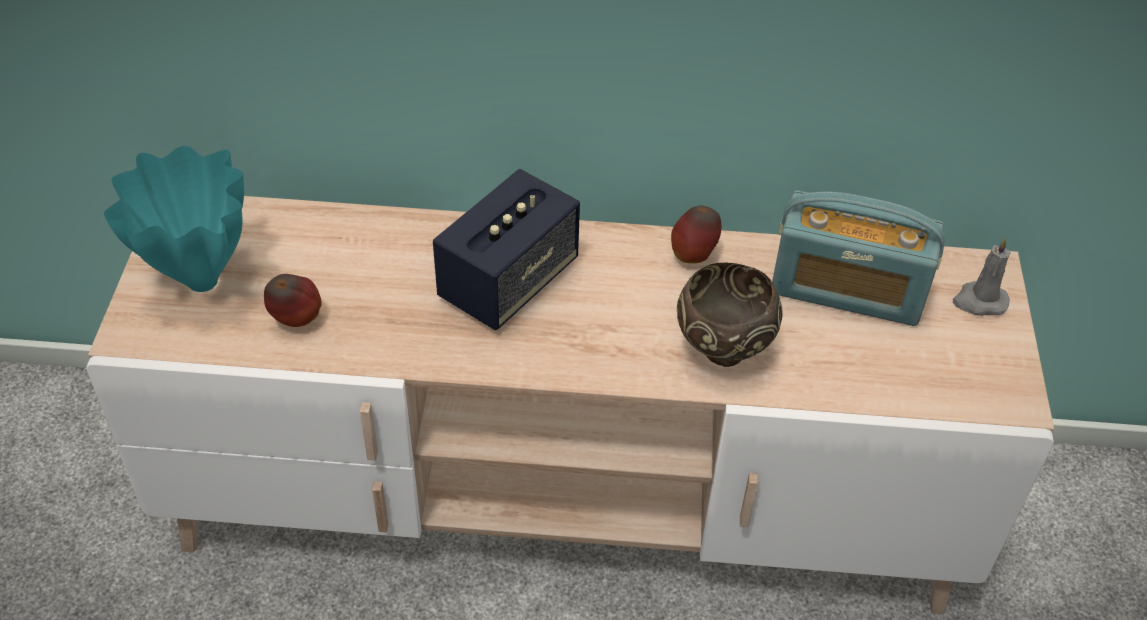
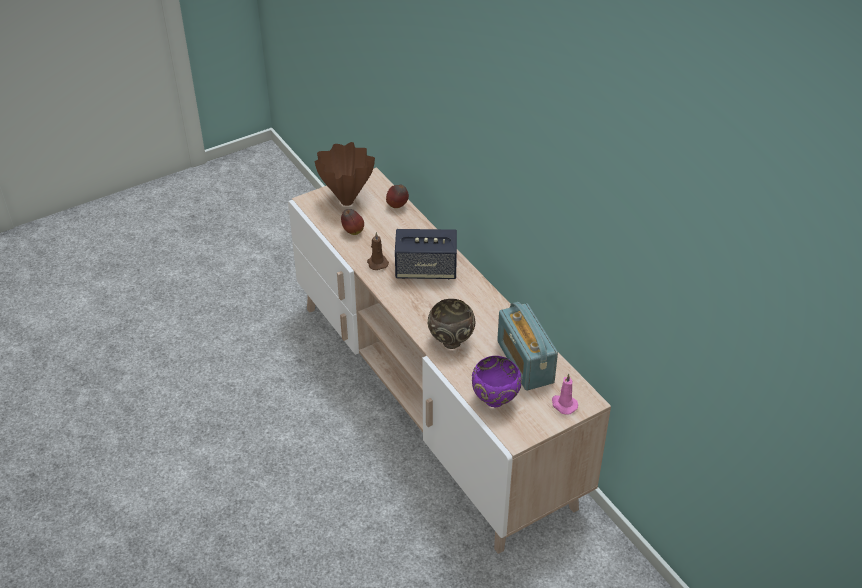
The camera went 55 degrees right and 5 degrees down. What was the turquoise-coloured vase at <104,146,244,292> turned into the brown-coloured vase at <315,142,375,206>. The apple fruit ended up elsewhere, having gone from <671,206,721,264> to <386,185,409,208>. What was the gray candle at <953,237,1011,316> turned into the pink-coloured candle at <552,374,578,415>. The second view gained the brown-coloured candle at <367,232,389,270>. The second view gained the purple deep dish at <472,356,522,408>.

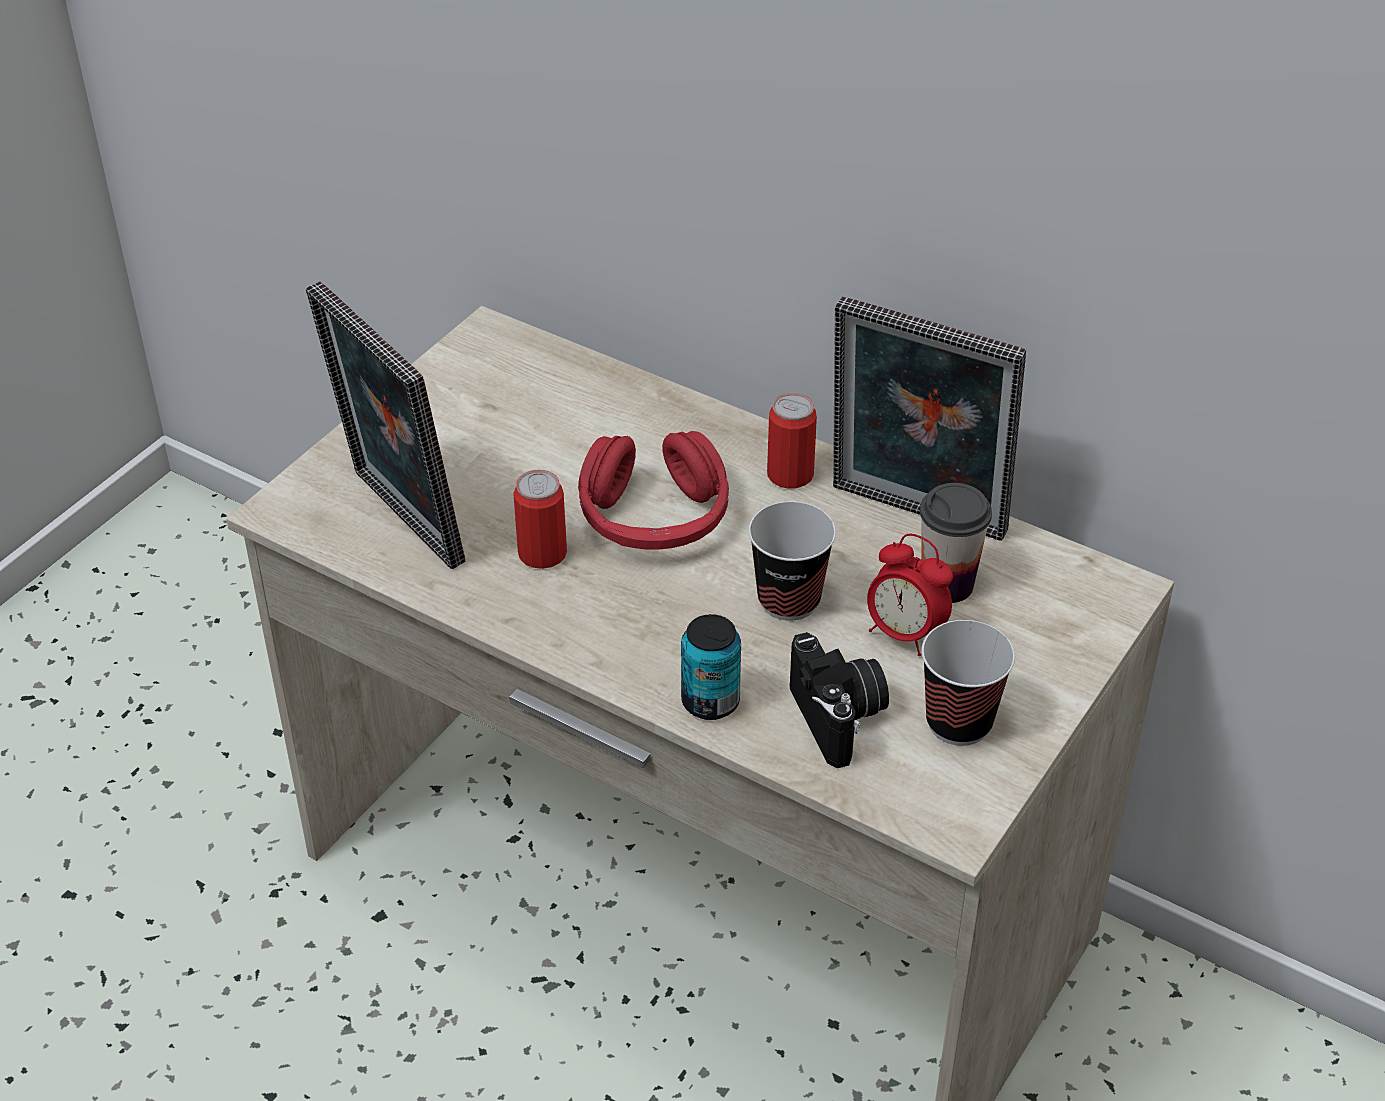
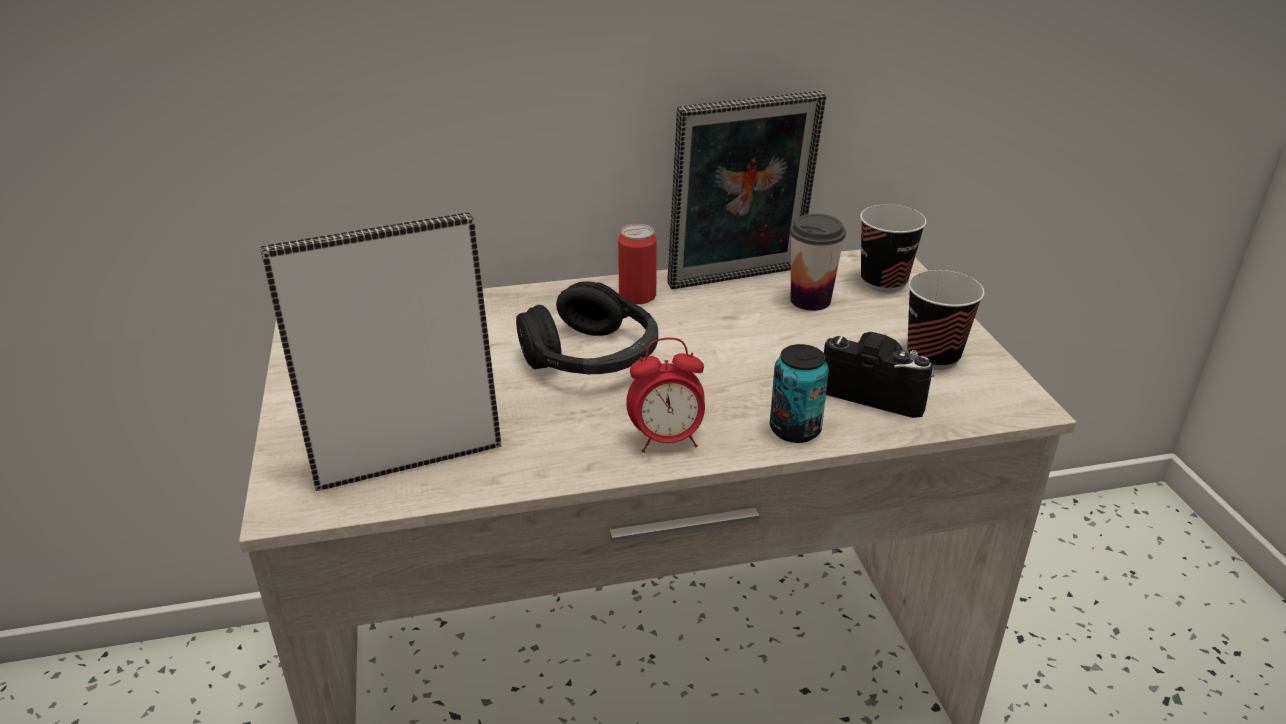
The camera went 45 degrees left and 10 degrees down. The standing frame at <306,281,465,569> ended up facing another way, 150 degrees clockwise from before. What was the red-coloured headphones at <578,431,729,550> turned into the black headphones at <516,281,658,374>. The second view lost the can at <513,470,567,569>. The small cup ended up elsewhere, having gone from <748,501,836,621> to <860,204,927,292>. The alarm clock ended up elsewhere, having gone from <867,533,953,656> to <626,337,705,453>.

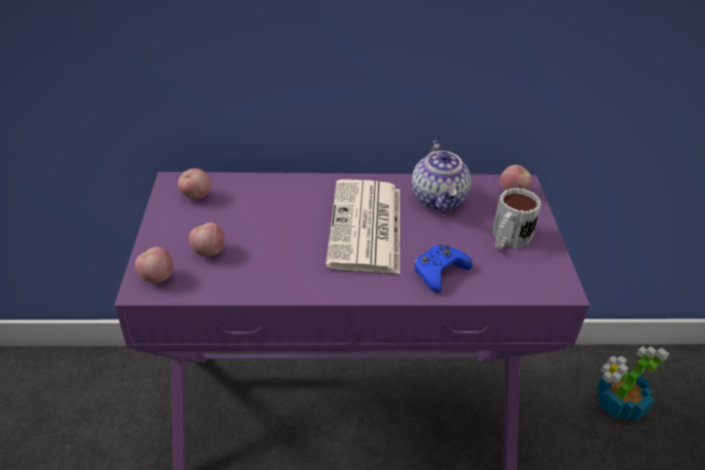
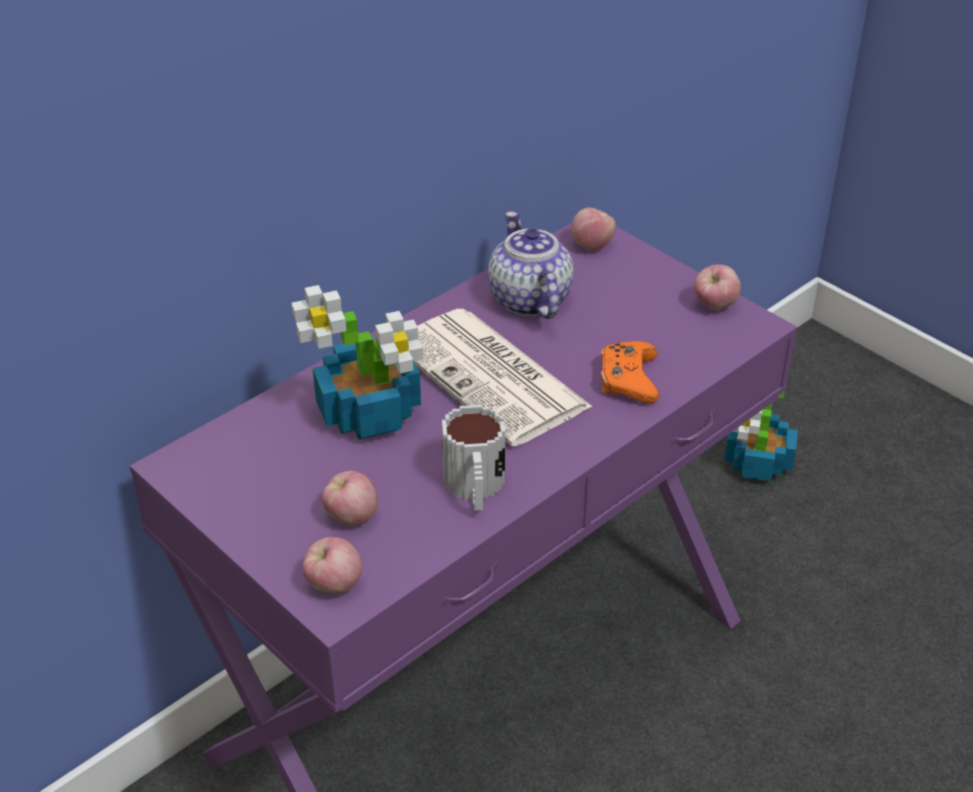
The camera went 40 degrees left and 0 degrees up. The tea pot at <412,141,471,213> ended up facing another way, 150 degrees counterclockwise from before. The apple fruit ended up elsewhere, having gone from <177,168,211,199> to <694,264,741,310>. The mug ended up elsewhere, having gone from <492,188,541,250> to <442,405,505,510>. What was the blue-coloured joypad at <414,244,473,293> turned into the orangey joypad at <601,341,659,403>. The second view gained the houseplant at <291,285,423,439>.

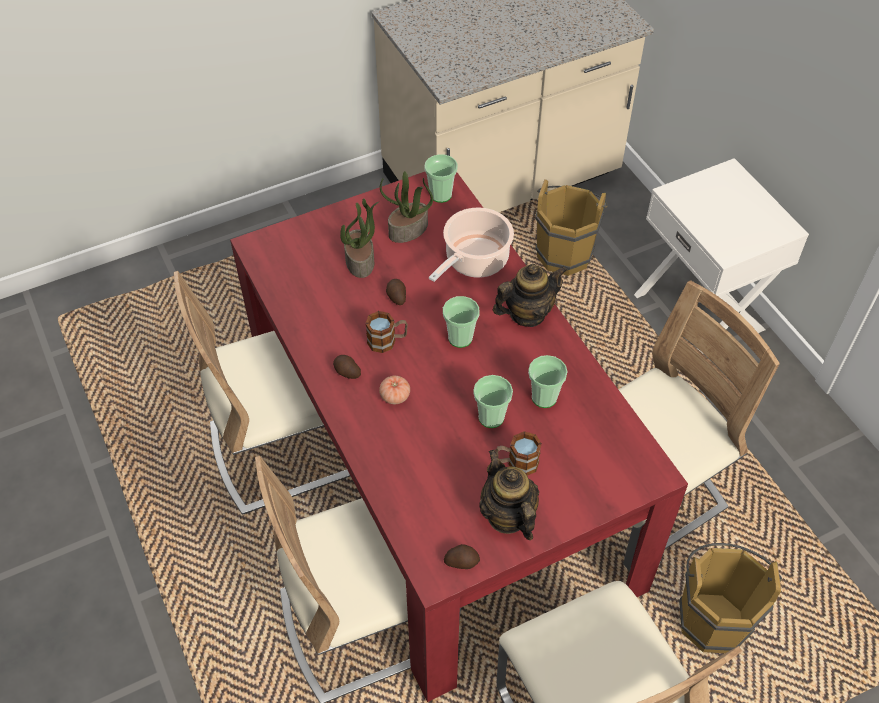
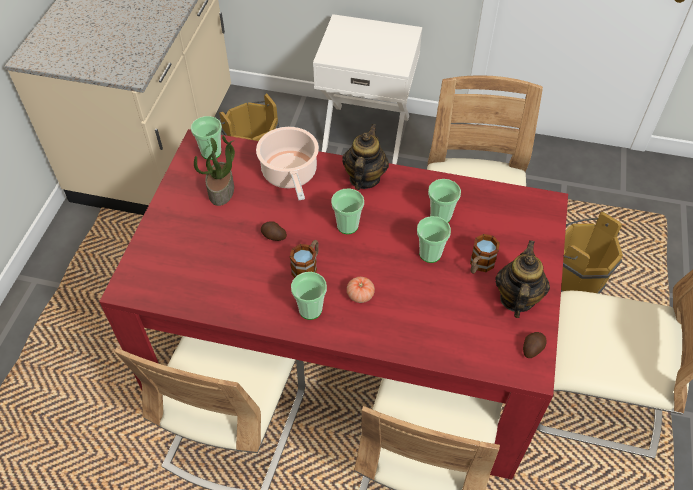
The camera went 50 degrees left and 0 degrees up. The second view lost the houseplant at <340,199,379,278>. Where the whole potato stood at <333,355,361,379>, the small cup came to stand at <291,272,327,320>. The tea pot at <479,450,539,540> ended up facing another way, 90 degrees clockwise from before.

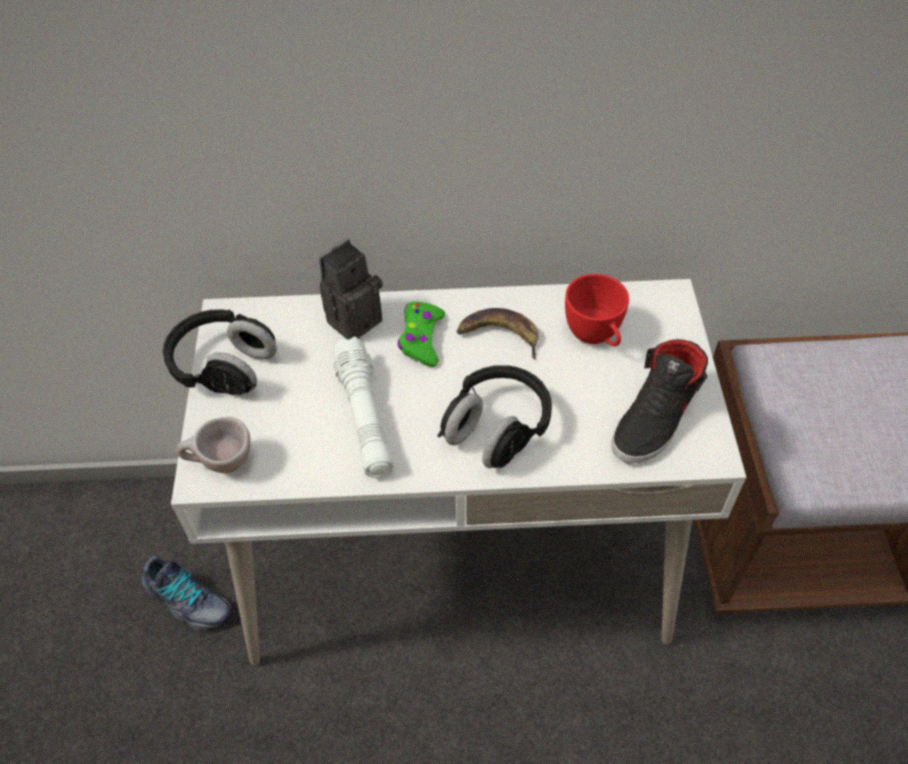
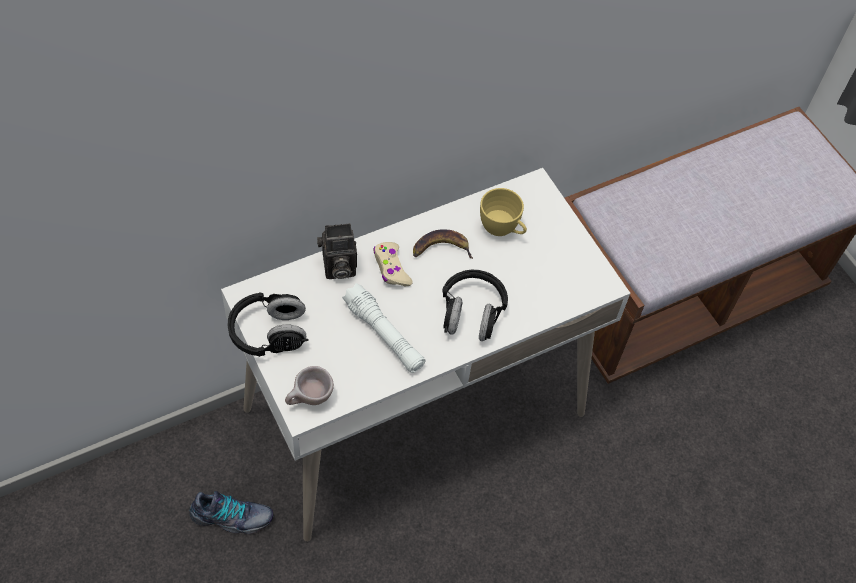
The camera went 30 degrees left and 5 degrees up. The photo camera at <319,239,383,340> ended up facing another way, 120 degrees counterclockwise from before. What was the red-coloured small cup at <565,274,629,346> turned into the yellowish small cup at <480,188,527,236>. What was the greenish joypad at <398,302,445,367> turned into the sand-coloured joypad at <373,242,412,286>. The second view lost the black low shoe at <612,339,708,463>.

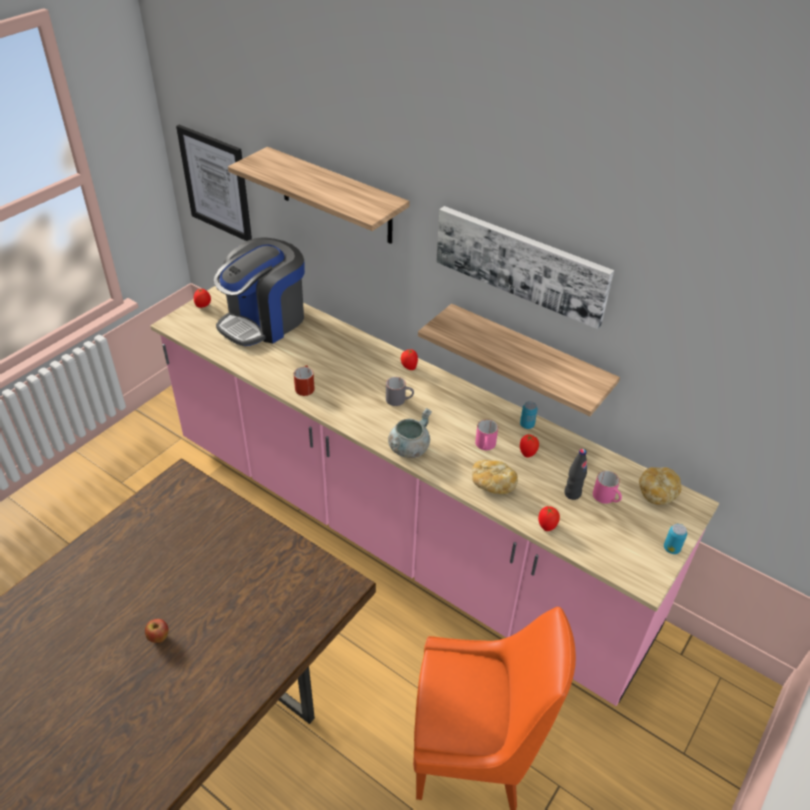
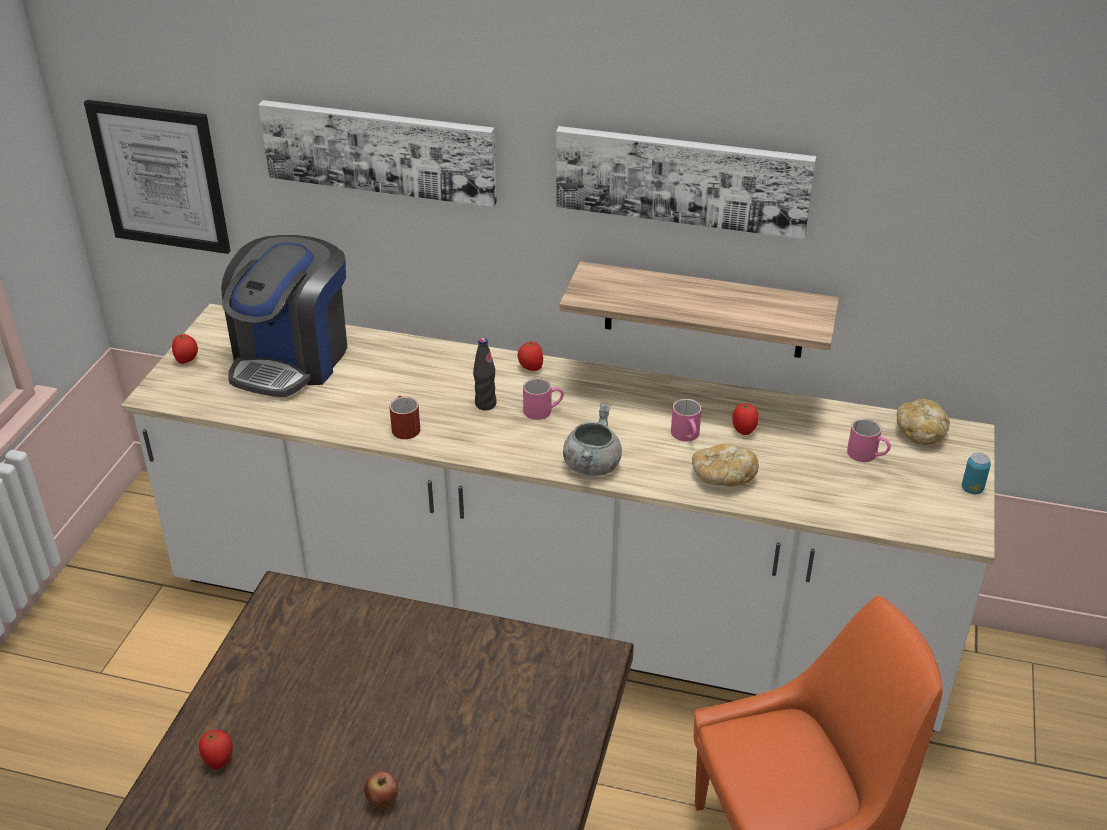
The camera went 20 degrees left and 5 degrees down. Where the shelf hung at <228,147,410,244>, the wall art came to hang at <258,100,497,207>. What was the pink-coloured kitchen counter at <150,286,719,706> turned into the white kitchen counter at <121,304,995,732>. What was the gray mug at <386,377,414,406> turned into the pink-coloured mug at <523,378,564,420>. The second view lost the can at <520,401,538,429>. The black drink bottle ended up elsewhere, having gone from <564,449,587,500> to <473,338,497,410>. The tomato ended up elsewhere, having gone from <538,506,560,531> to <199,730,233,770>.

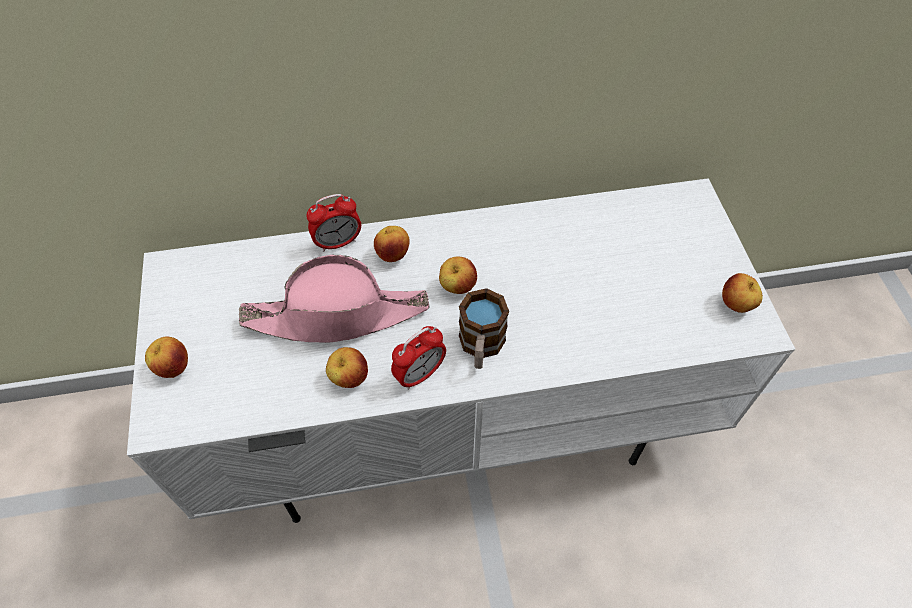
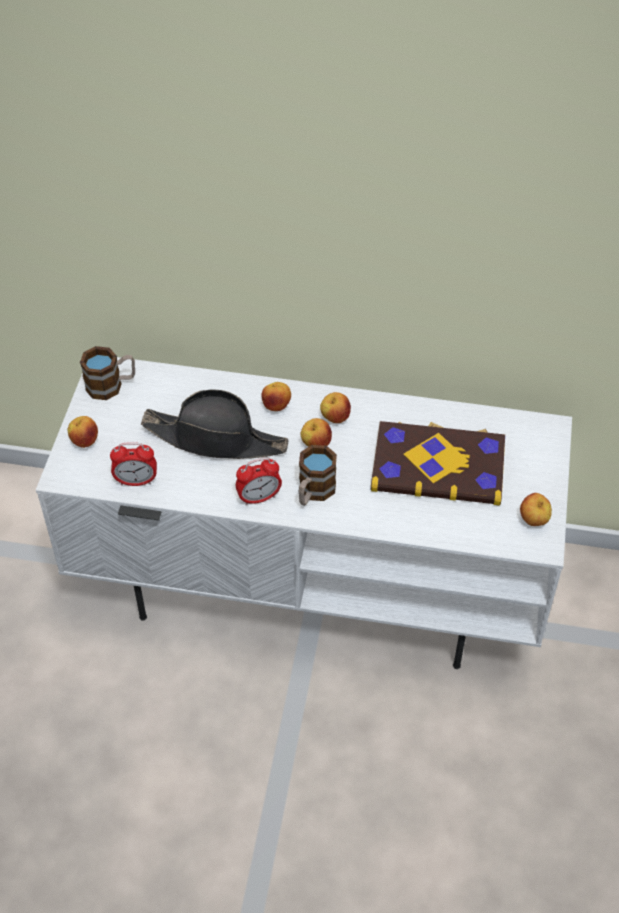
The camera went 20 degrees right and 5 degrees down. The alarm clock ended up elsewhere, having gone from <306,194,361,252> to <110,442,157,486>. What was the pink-coloured hat at <239,255,430,343> turned into the black hat at <141,389,289,459>. The apple fruit ended up elsewhere, having gone from <326,347,368,388> to <320,392,351,423>. The second view gained the mug at <80,346,135,400>. The second view gained the bound book at <371,421,505,506>.

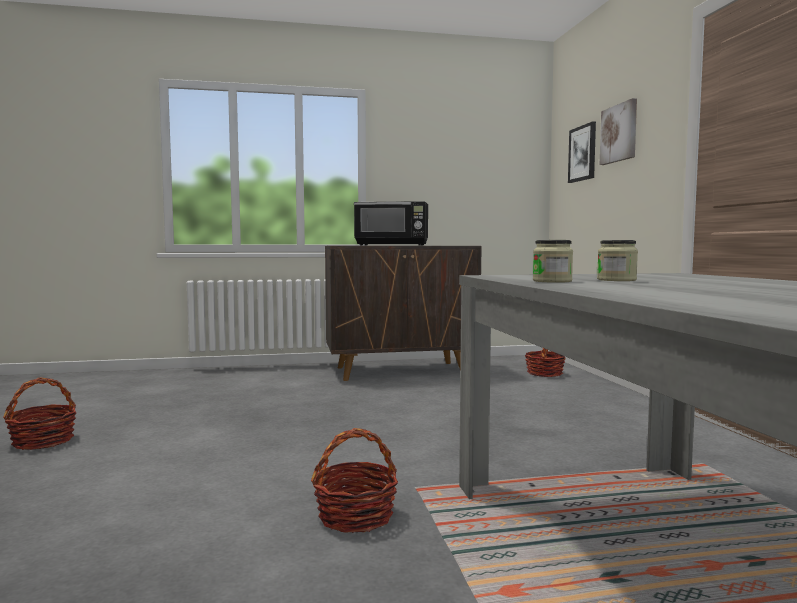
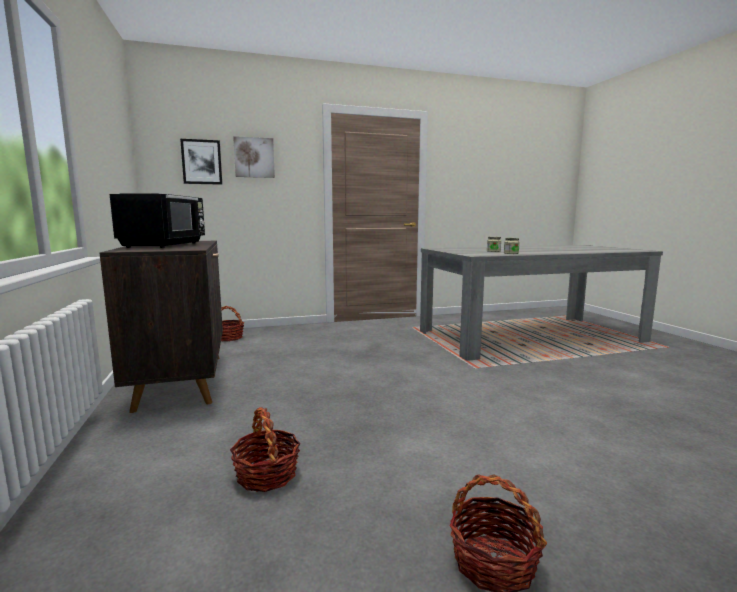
The camera went 95 degrees left and 5 degrees up. The household basket ended up elsewhere, having gone from <311,428,398,533> to <230,407,300,492>.

